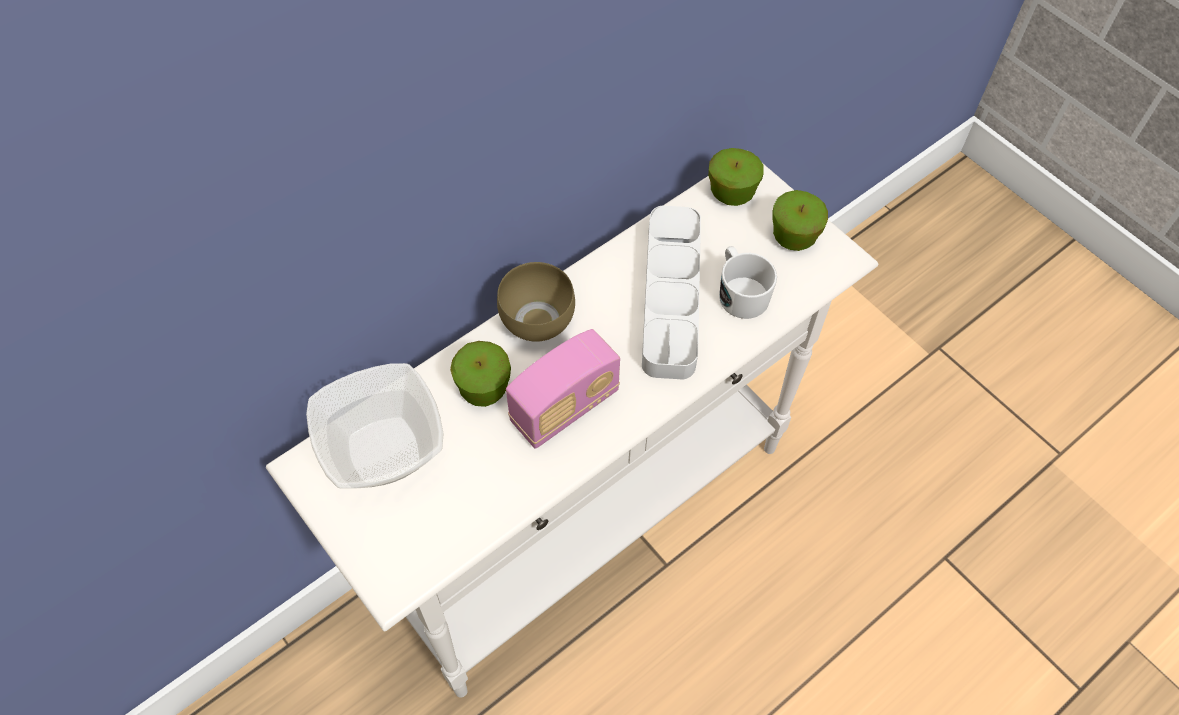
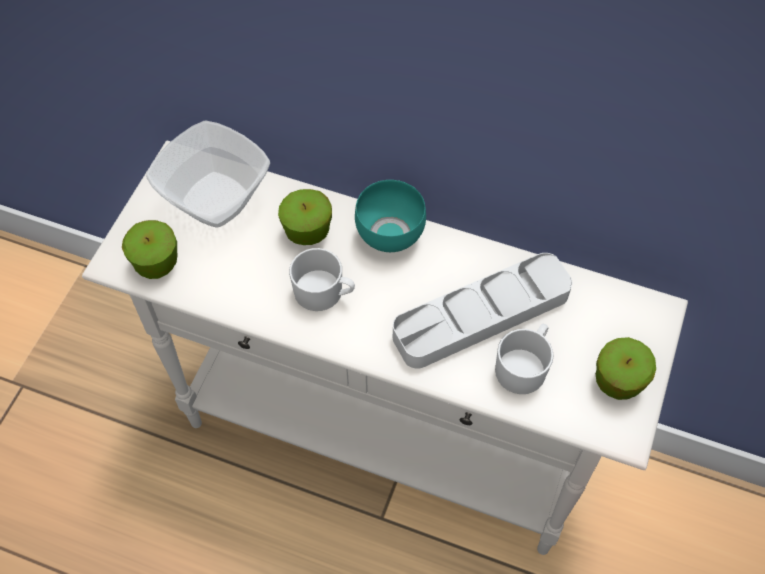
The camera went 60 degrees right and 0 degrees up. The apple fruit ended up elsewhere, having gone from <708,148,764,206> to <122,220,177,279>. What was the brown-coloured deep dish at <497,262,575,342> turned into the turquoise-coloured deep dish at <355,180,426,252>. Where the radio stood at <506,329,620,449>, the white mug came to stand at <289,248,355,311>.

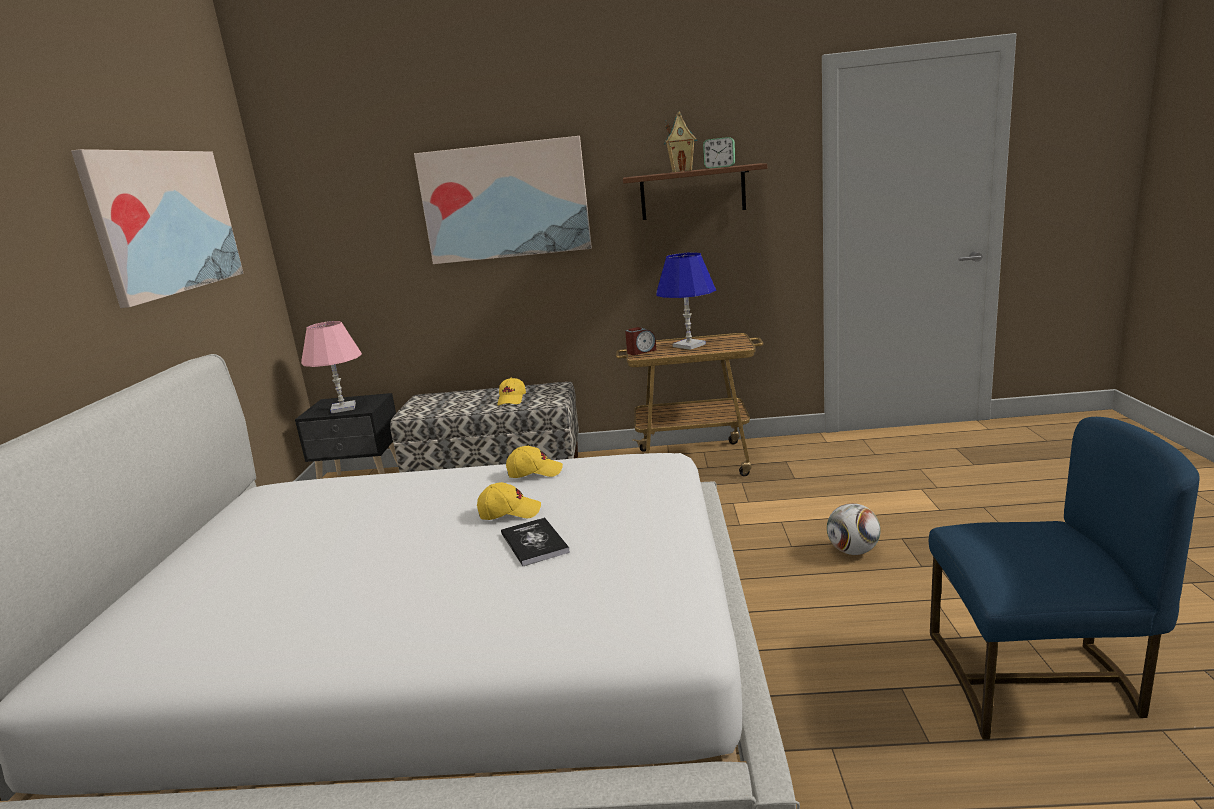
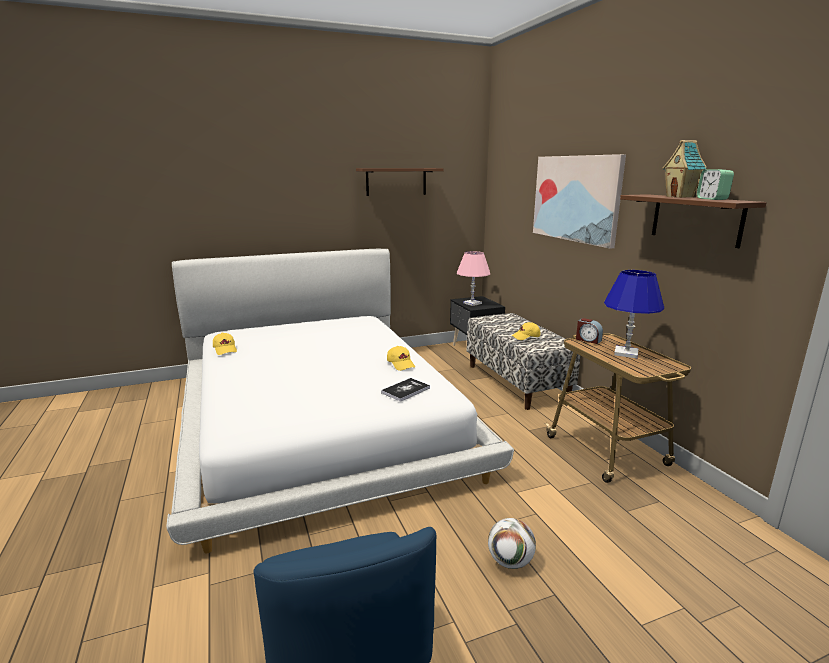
The camera went 65 degrees right and 0 degrees up. Where the wall art hung at <71,149,244,308>, the brown-coloured shelf came to hang at <356,168,444,196>. The yellowish peaked cap ended up elsewhere, having gone from <477,482,541,520> to <213,332,237,355>. The bound book ended up elsewhere, having gone from <501,517,570,566> to <381,378,430,402>.

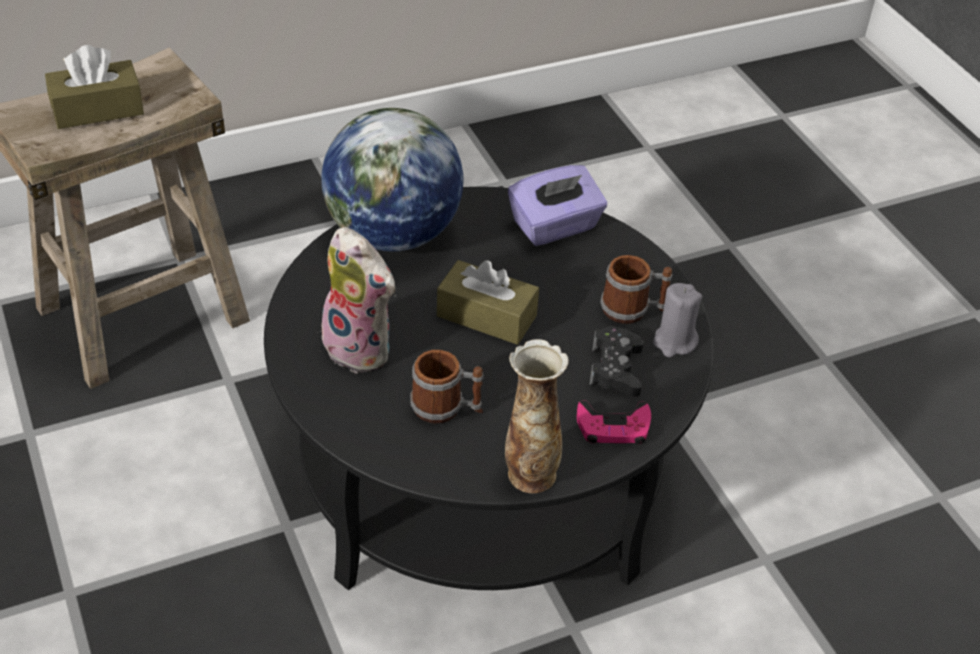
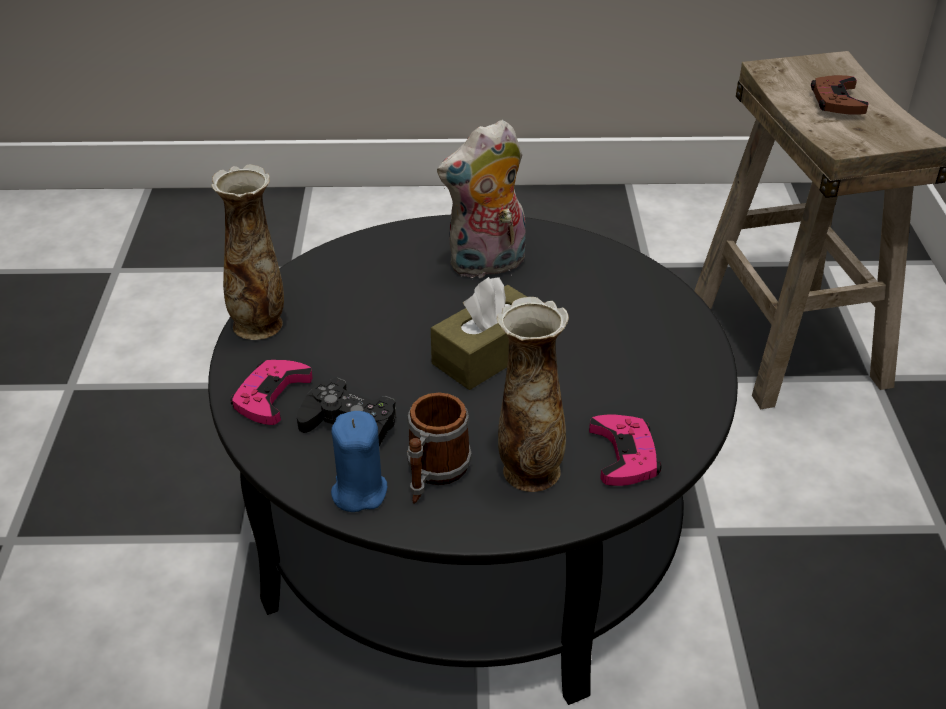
The camera went 115 degrees right and 5 degrees down. Where the brown-coloured tissue holder stood at <45,45,144,129>, the brown-coloured joypad came to stand at <811,75,869,115>. The second view lost the desk globe at <321,108,463,252>. Where the purple tissue holder stood at <508,165,607,246>, the pink-coloured joypad came to stand at <589,414,662,486>. What was the gray candle at <653,283,702,357> turned into the blue-coloured candle at <331,411,387,512>. The second view lost the mug at <410,350,484,423>. The second view gained the vase at <497,297,569,492>.

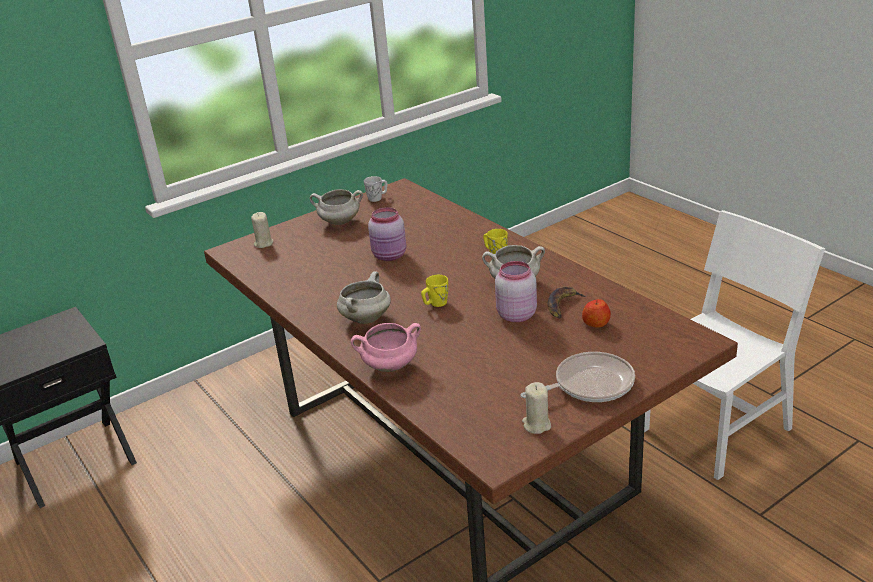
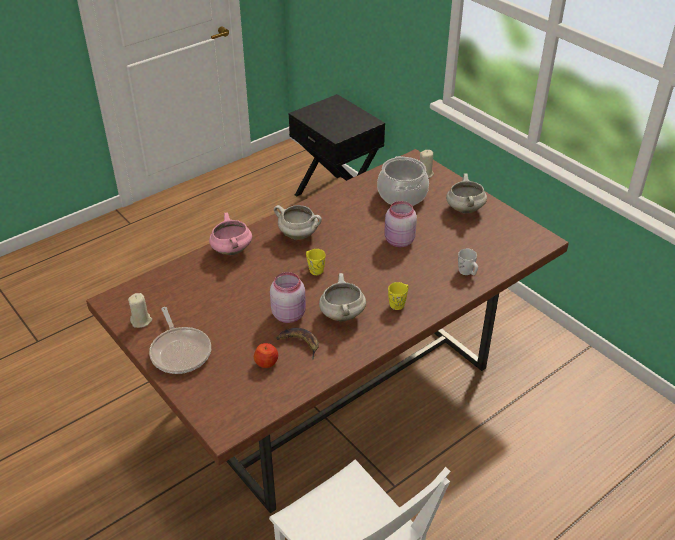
The camera went 85 degrees right and 10 degrees up. The white mug ended up elsewhere, having gone from <364,176,387,202> to <458,249,478,275>. The second view gained the stockpot at <377,156,429,206>.

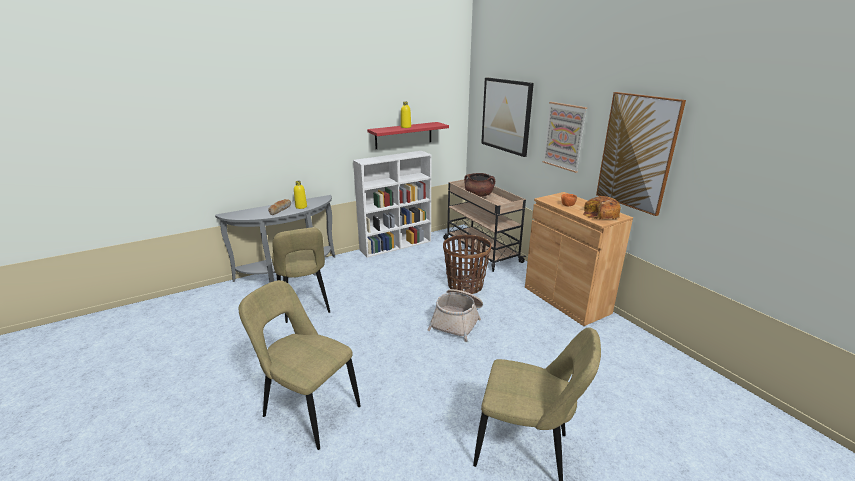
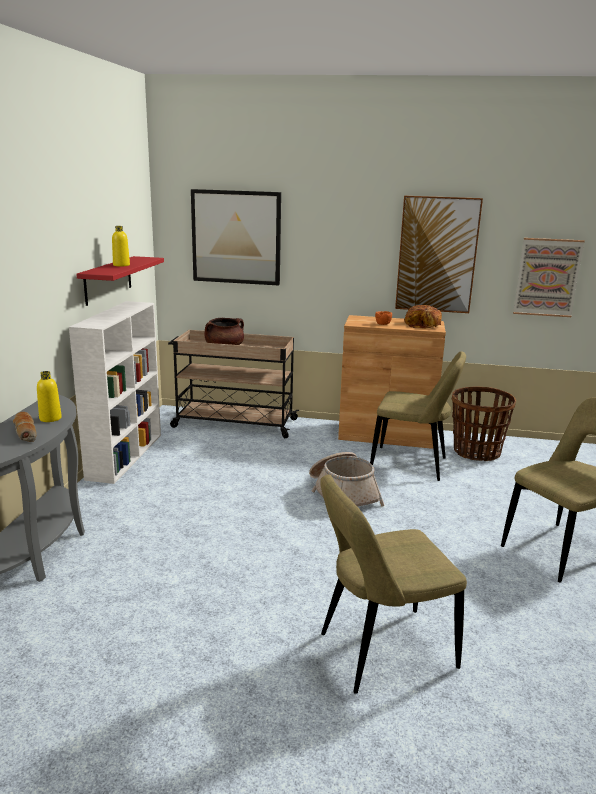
The camera went 50 degrees left and 5 degrees down. The wall art ended up elsewhere, having gone from <543,102,587,173> to <513,238,585,317>. The sand-coloured upright chair ended up elsewhere, having gone from <272,227,330,323> to <370,351,466,481>. The household basket ended up elsewhere, having gone from <443,235,492,294> to <452,387,516,461>.

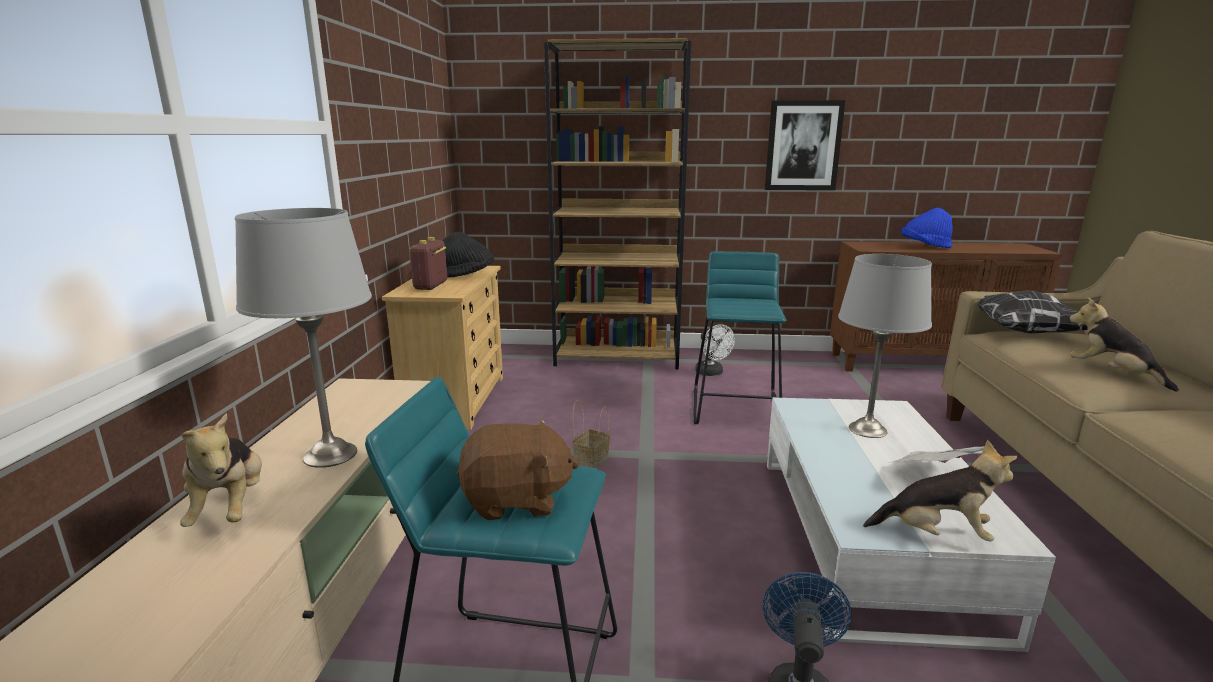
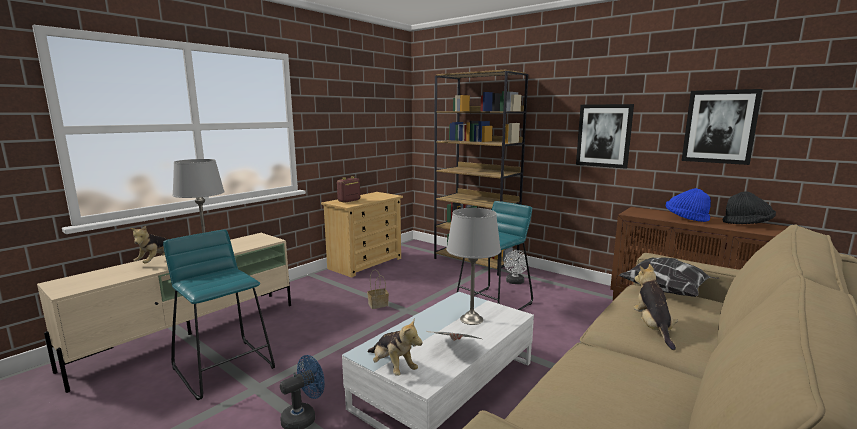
The camera went 35 degrees right and 5 degrees down. The black hat ended up elsewhere, having gone from <442,232,494,278> to <723,191,776,224>. The second view lost the brown-coloured plush toy at <457,418,579,520>. The second view gained the wall art at <682,89,763,165>.

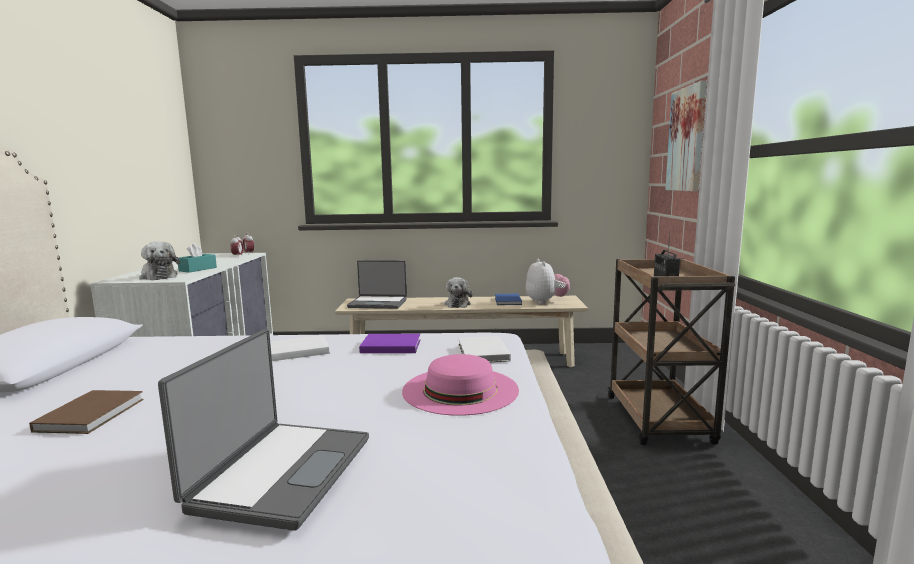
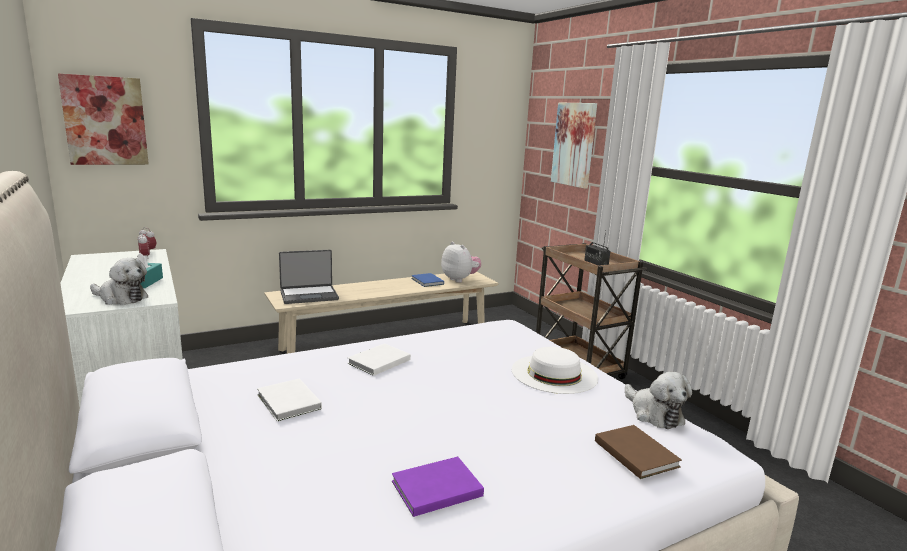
The camera went 30 degrees left and 5 degrees up. The plush toy ended up elsewhere, having gone from <444,277,473,308> to <625,372,692,429>. The second view lost the notebook computer at <158,329,369,531>. The purple bound book ended up elsewhere, having gone from <359,334,420,353> to <392,457,484,517>. The white bound book ended up elsewhere, having gone from <459,336,511,362> to <257,378,322,421>. What was the pink-coloured hat at <402,354,519,416> turned into the white hat at <512,347,598,394>. The brown-coloured bound book ended up elsewhere, having gone from <29,390,144,434> to <595,425,682,479>. The second view gained the wall art at <58,74,149,165>.

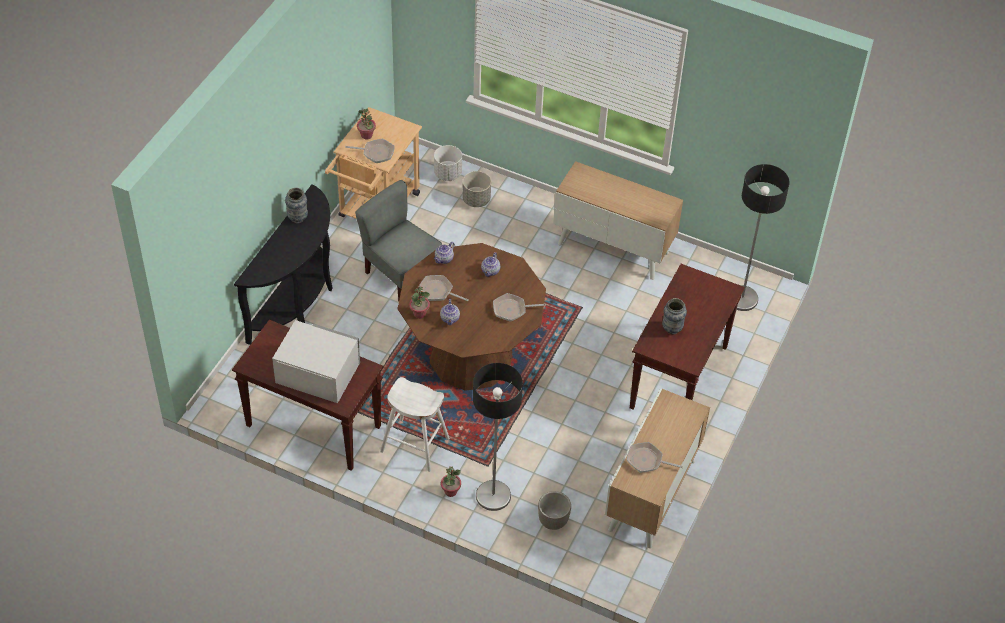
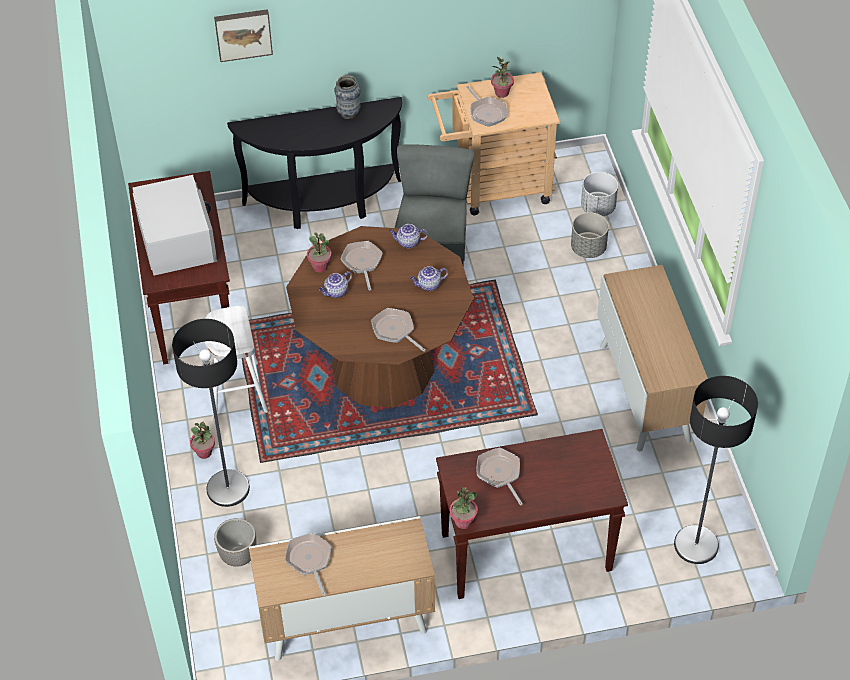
The camera went 55 degrees right and 0 degrees up. Where the vase stood at <662,298,687,334>, the pan came to stand at <476,447,523,506>. The second view gained the wall art at <214,9,273,62>. The second view gained the houseplant at <450,487,478,529>.

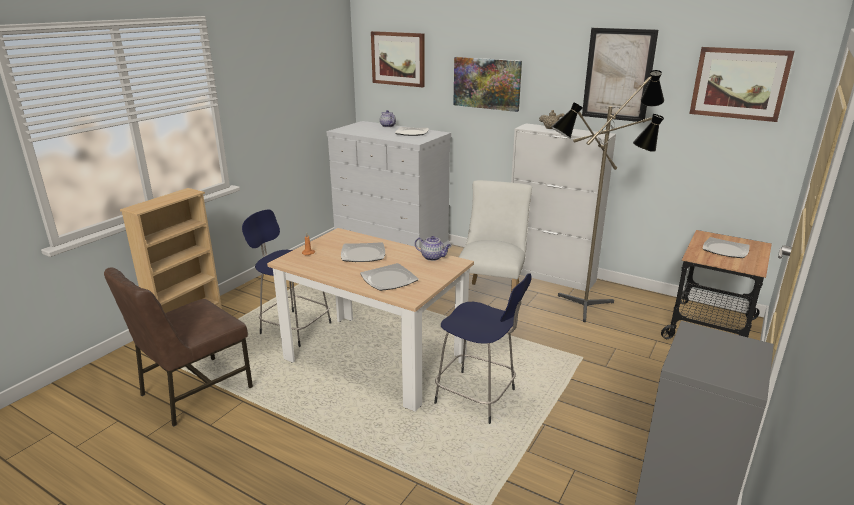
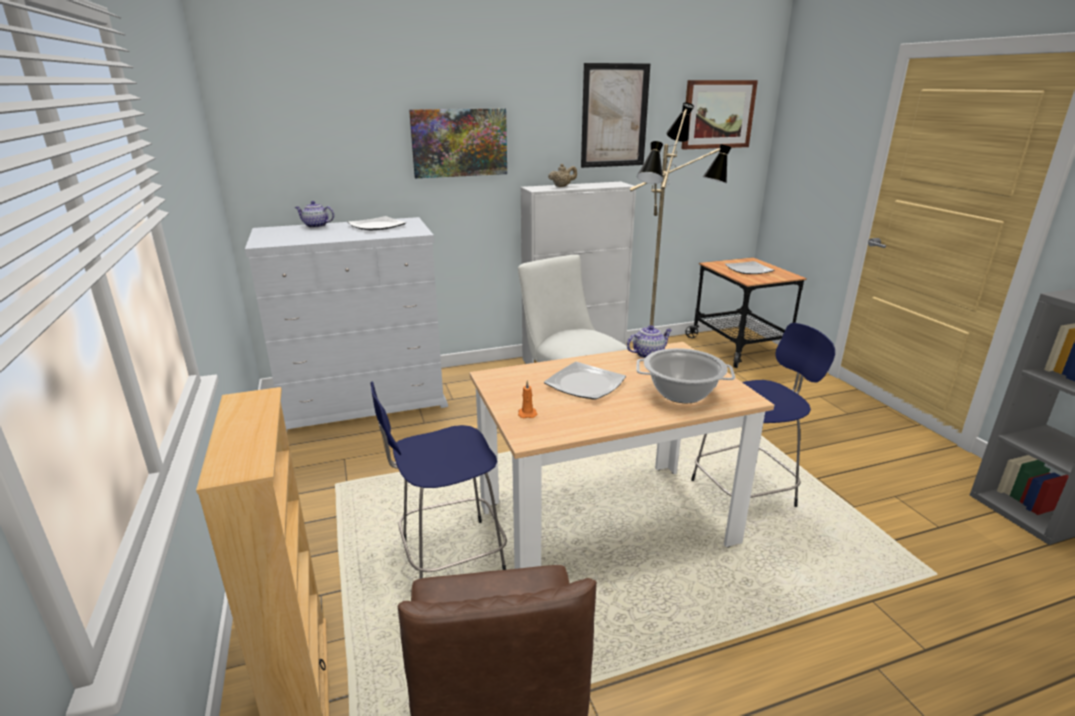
The camera went 50 degrees left and 0 degrees up. The second view lost the wall art at <371,31,425,87>. Where the dinner plate stood at <360,263,419,291>, the stockpot came to stand at <636,348,735,403>.

